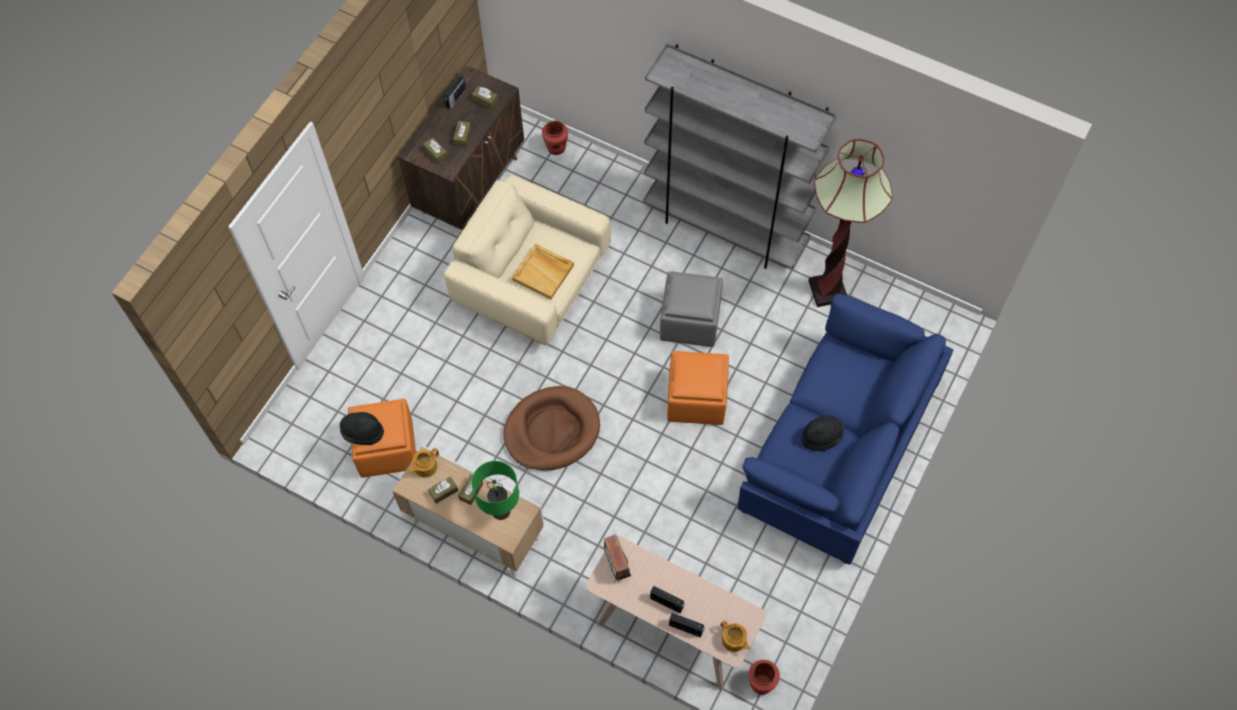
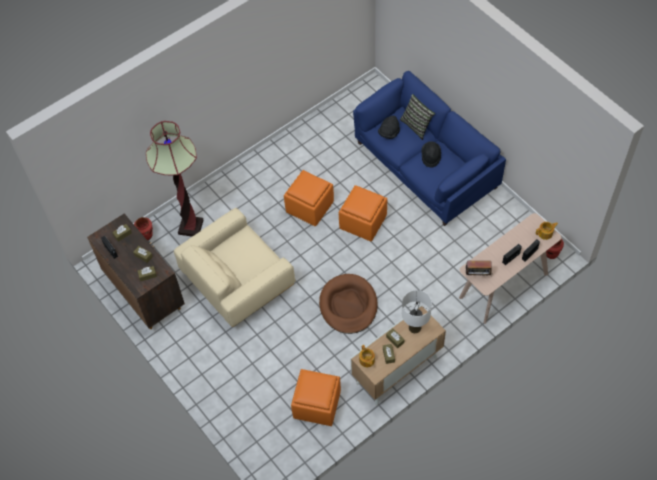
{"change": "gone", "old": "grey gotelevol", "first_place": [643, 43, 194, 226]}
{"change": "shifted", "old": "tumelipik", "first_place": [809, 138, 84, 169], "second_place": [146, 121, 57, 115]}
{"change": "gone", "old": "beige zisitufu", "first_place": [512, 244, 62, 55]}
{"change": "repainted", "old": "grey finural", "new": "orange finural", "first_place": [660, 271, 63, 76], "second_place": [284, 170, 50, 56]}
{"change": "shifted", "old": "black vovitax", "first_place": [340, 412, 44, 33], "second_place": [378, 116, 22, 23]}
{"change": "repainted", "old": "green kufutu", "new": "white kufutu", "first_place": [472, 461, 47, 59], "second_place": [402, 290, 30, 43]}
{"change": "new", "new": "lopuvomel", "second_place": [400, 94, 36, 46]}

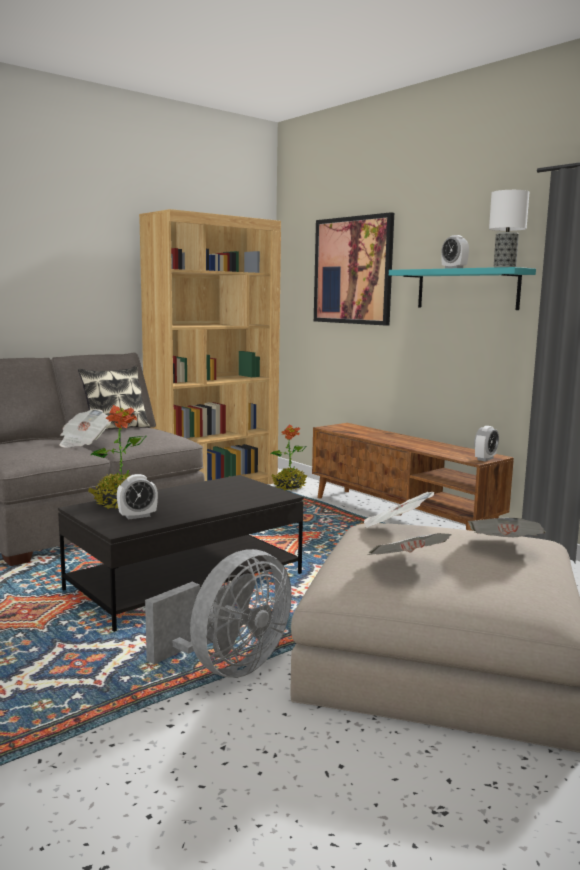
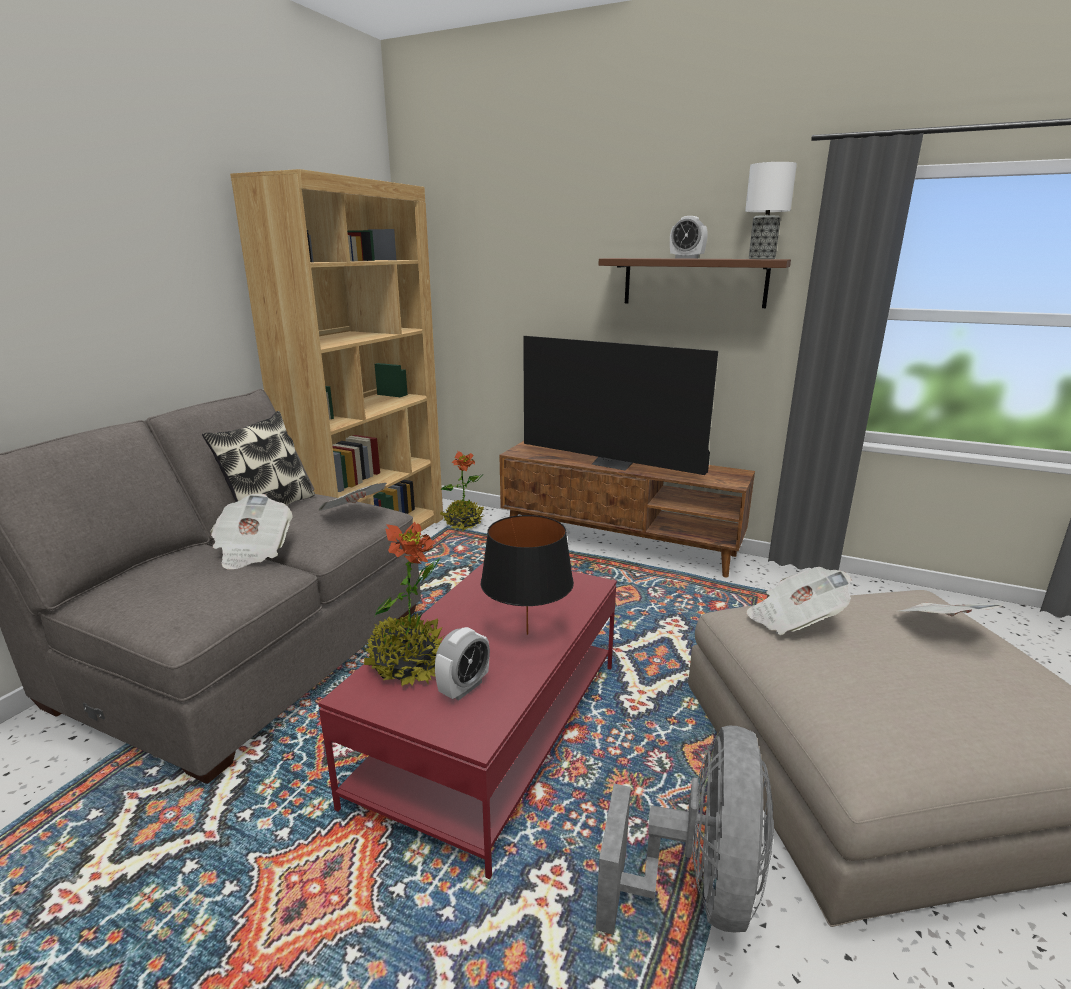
{"change": "gone", "old": "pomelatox", "first_place": [314, 212, 80, 114]}
{"change": "repainted", "old": "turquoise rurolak", "new": "brown rurolak", "first_place": [389, 267, 147, 43], "second_place": [599, 258, 192, 50]}
{"change": "gone", "old": "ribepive", "first_place": [474, 426, 25, 36]}
{"change": "repainted", "old": "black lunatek", "new": "red lunatek", "first_place": [58, 475, 246, 157], "second_place": [318, 562, 299, 317]}
{"change": "shifted", "old": "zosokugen", "first_place": [367, 533, 85, 22], "second_place": [318, 483, 69, 28]}
{"change": "new", "new": "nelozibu", "second_place": [523, 336, 195, 139]}
{"change": "new", "new": "black kufutu", "second_place": [480, 515, 94, 120]}

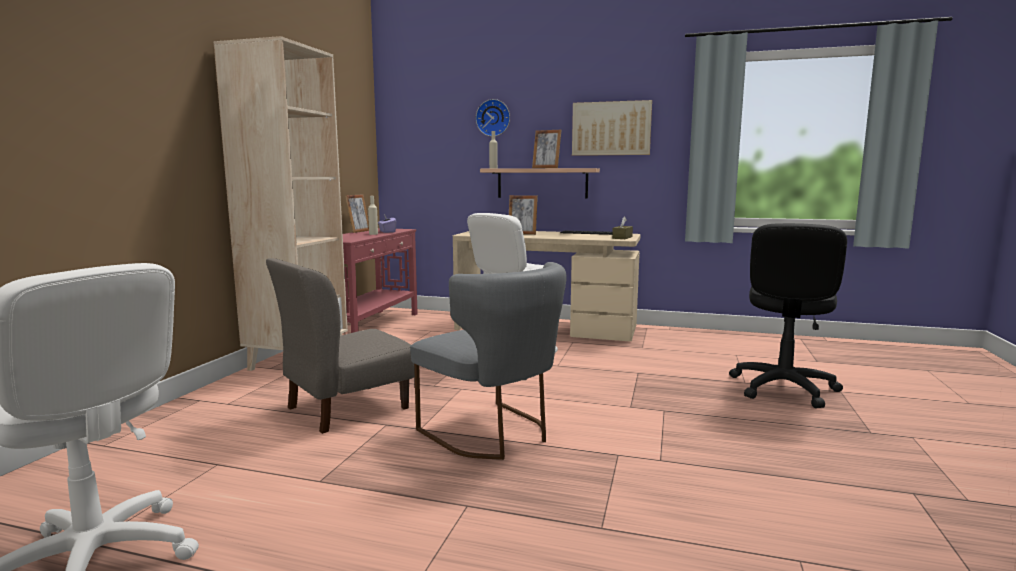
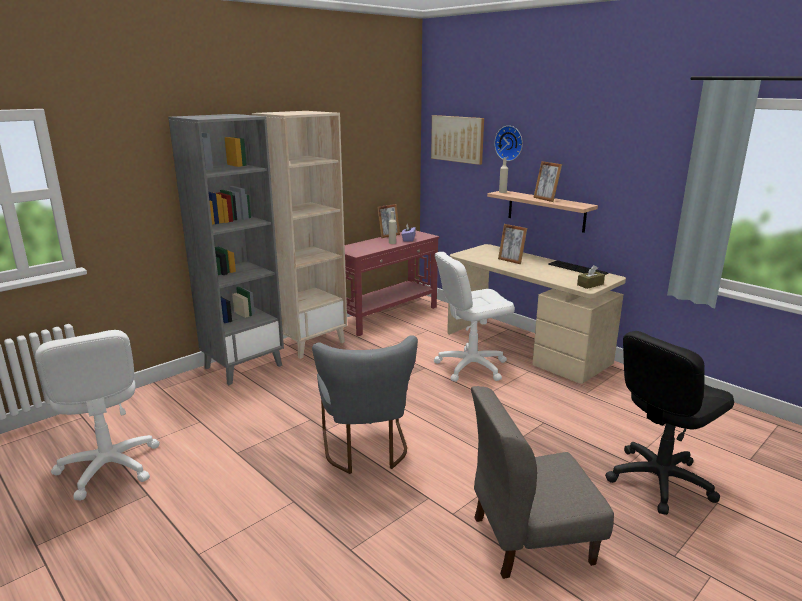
{"change": "shifted", "old": "pomelatox", "first_place": [572, 100, 80, 56], "second_place": [431, 115, 53, 50]}
{"change": "shifted", "old": "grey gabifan", "first_place": [266, 258, 149, 176], "second_place": [471, 386, 143, 193]}
{"change": "new", "new": "grey gotelevol", "second_place": [168, 114, 116, 271]}

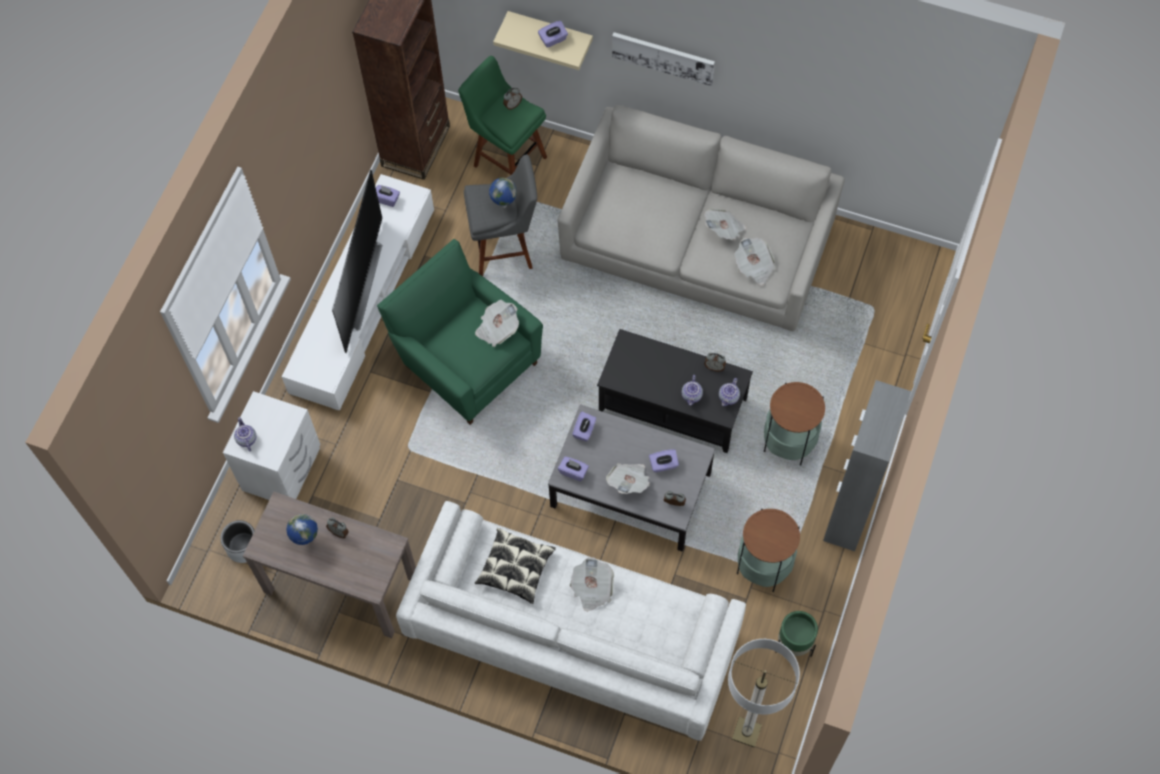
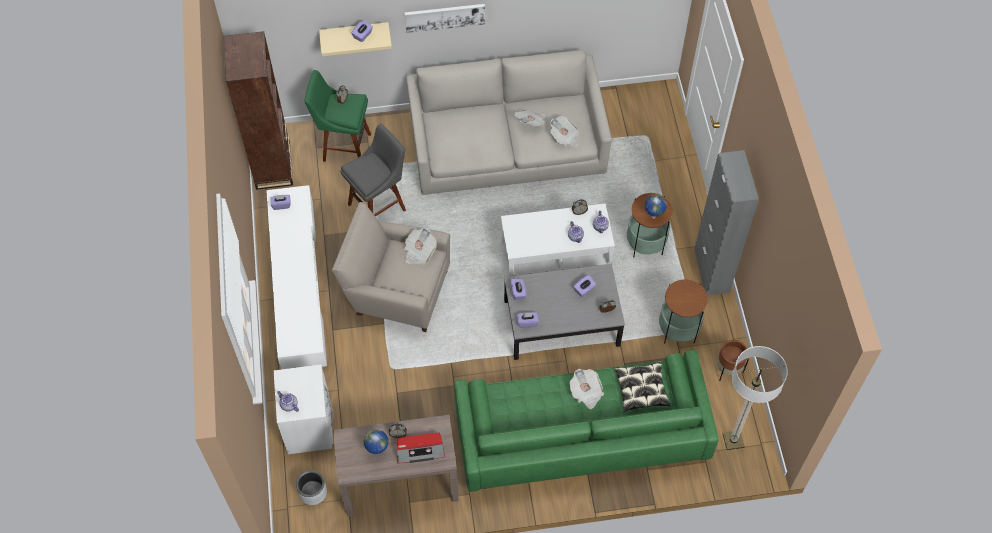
{"change": "gone", "old": "nelozibu", "first_place": [332, 170, 50, 183]}
{"change": "shifted", "old": "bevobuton", "first_place": [489, 178, 28, 30], "second_place": [645, 195, 22, 24]}
{"change": "repainted", "old": "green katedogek", "new": "beige katedogek", "first_place": [377, 239, 166, 186], "second_place": [332, 202, 118, 130]}
{"change": "repainted", "old": "black lunatek", "new": "white lunatek", "first_place": [597, 329, 156, 124], "second_place": [501, 204, 114, 72]}
{"change": "gone", "old": "zosokugen", "first_place": [606, 463, 44, 31]}
{"change": "repainted", "old": "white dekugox", "new": "green dekugox", "first_place": [396, 501, 350, 240], "second_place": [454, 350, 265, 142]}
{"change": "shifted", "old": "lopuvomel", "first_place": [475, 528, 81, 76], "second_place": [614, 362, 57, 50]}
{"change": "repainted", "old": "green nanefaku", "new": "brown nanefaku", "first_place": [775, 611, 43, 46], "second_place": [717, 340, 32, 41]}
{"change": "new", "new": "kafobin", "second_place": [397, 433, 48, 31]}

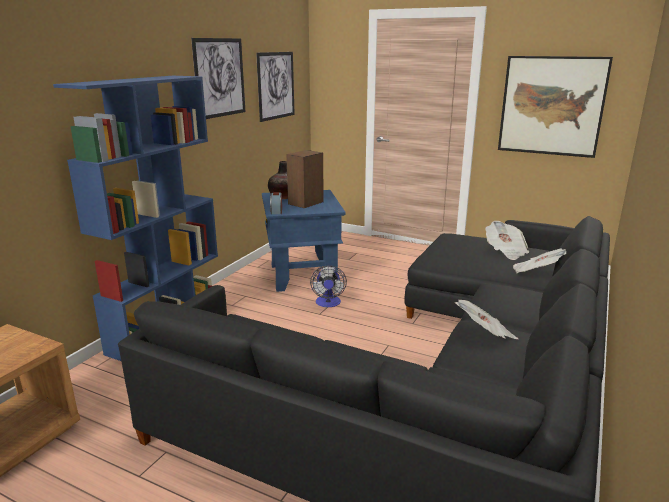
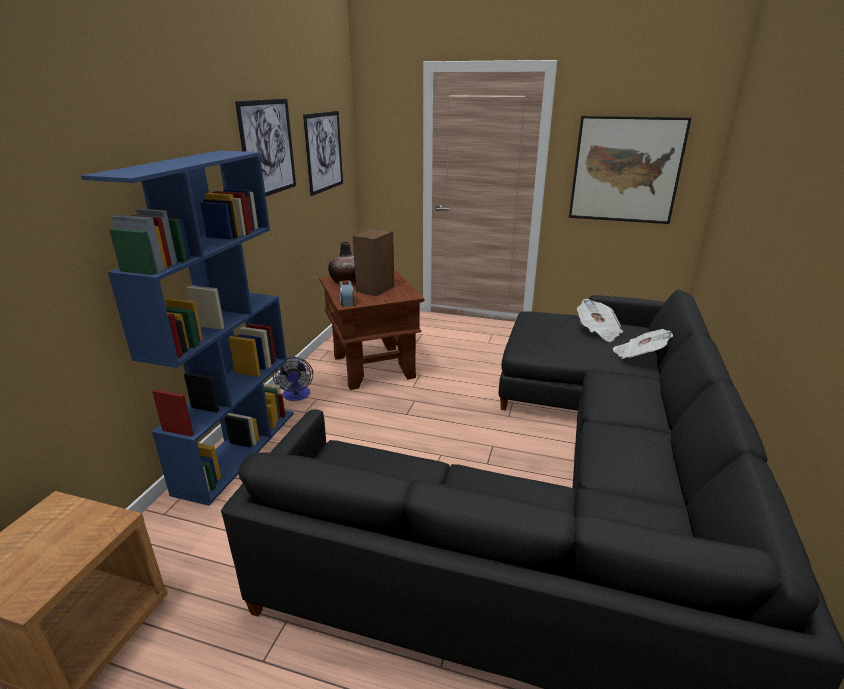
{"change": "repainted", "old": "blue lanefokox", "new": "brown lanefokox", "first_place": [262, 190, 84, 102], "second_place": [319, 269, 105, 121]}
{"change": "shifted", "old": "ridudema", "first_place": [310, 266, 37, 41], "second_place": [273, 356, 40, 45]}
{"change": "gone", "old": "zosokugen", "first_place": [455, 300, 63, 39]}

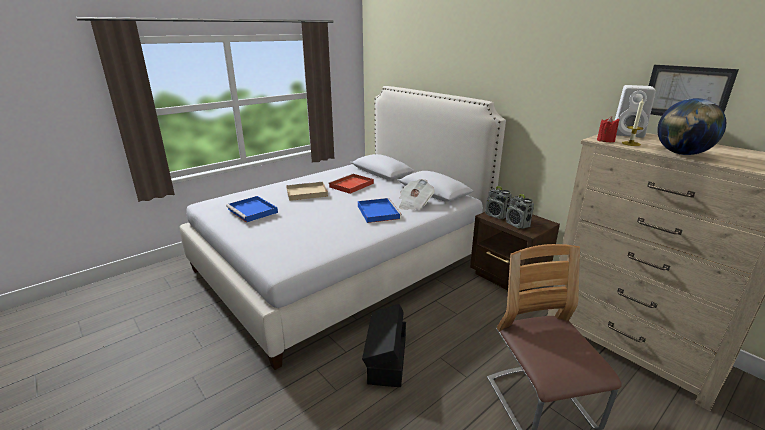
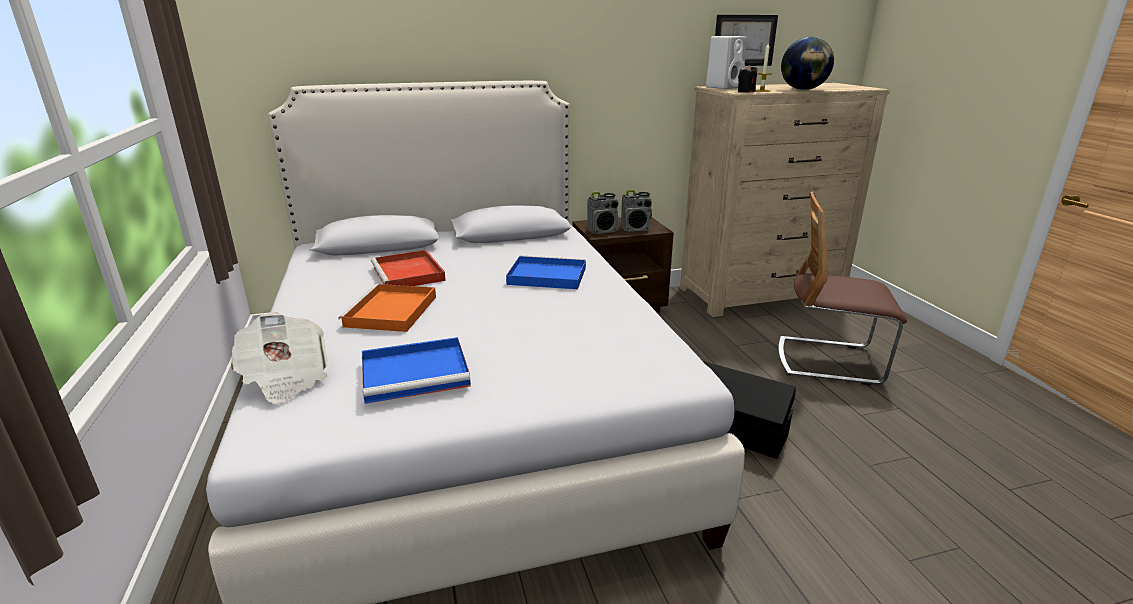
{"change": "repainted", "old": "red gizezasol", "new": "black gizezasol", "first_place": [597, 116, 22, 26], "second_place": [738, 65, 19, 28]}
{"change": "shifted", "old": "zosokugen", "first_place": [399, 179, 35, 31], "second_place": [230, 313, 98, 91]}
{"change": "repainted", "old": "beige zisitufu", "new": "orange zisitufu", "first_place": [286, 182, 42, 19], "second_place": [339, 284, 97, 48]}

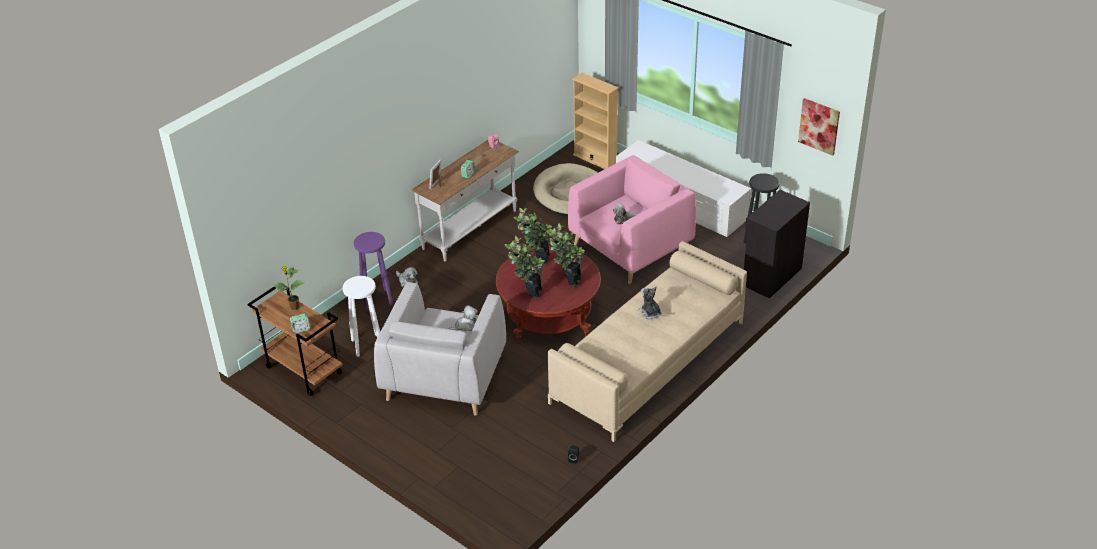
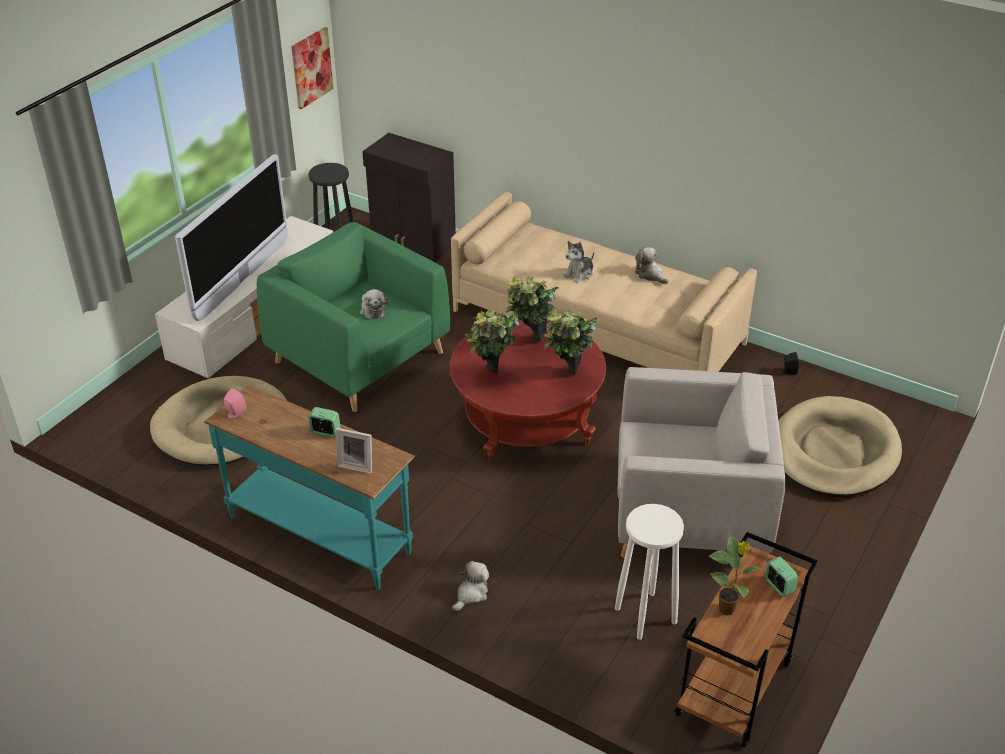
{"change": "gone", "old": "beige gotelevol", "first_place": [572, 73, 47, 96]}
{"change": "repainted", "old": "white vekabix", "new": "turquoise vekabix", "first_place": [412, 140, 107, 121], "second_place": [204, 385, 211, 205]}
{"change": "repainted", "old": "pink katedogek", "new": "green katedogek", "first_place": [568, 155, 128, 129], "second_place": [257, 222, 193, 190]}
{"change": "gone", "old": "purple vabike", "first_place": [354, 232, 39, 78]}
{"change": "shifted", "old": "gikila", "first_place": [449, 305, 29, 26], "second_place": [635, 247, 33, 37]}
{"change": "new", "new": "nelozibu", "second_place": [175, 154, 113, 167]}
{"change": "new", "new": "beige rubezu", "second_place": [779, 396, 123, 101]}

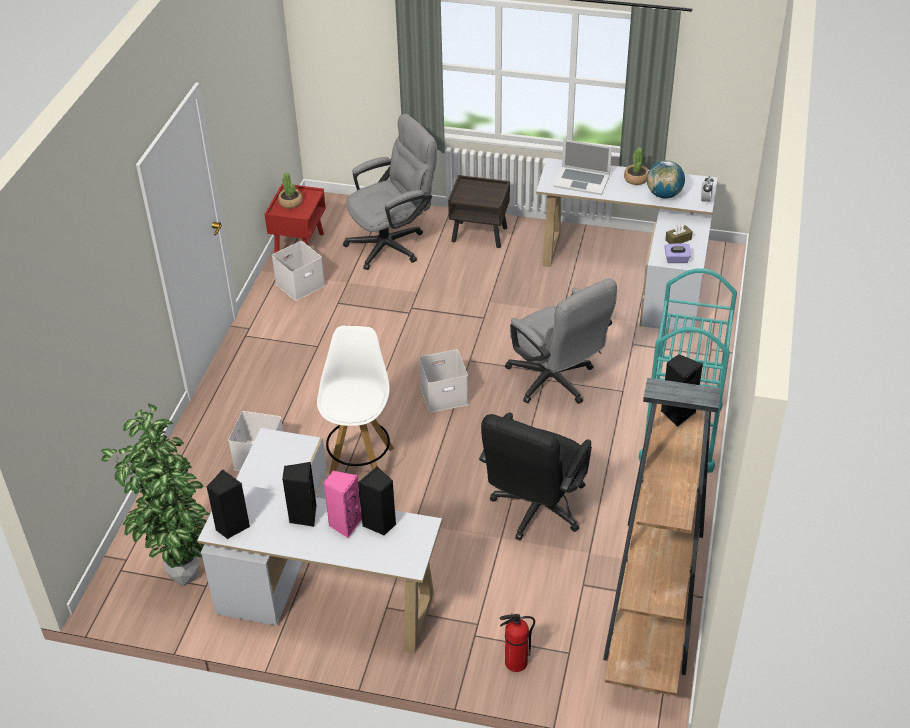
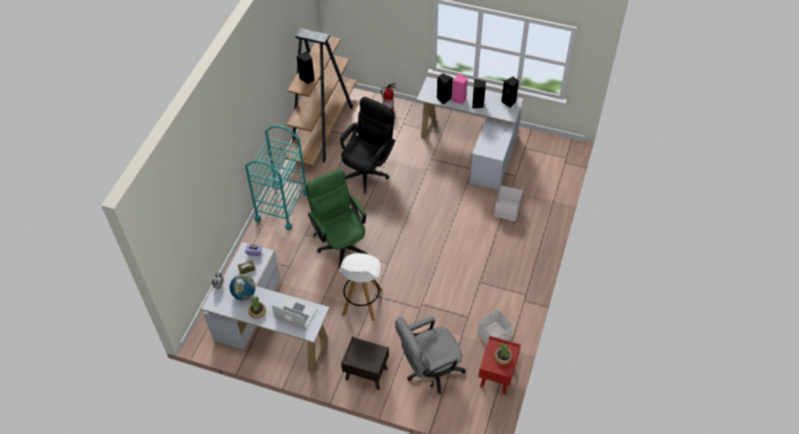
{"change": "repainted", "old": "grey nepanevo", "new": "green nepanevo", "first_place": [505, 279, 112, 125], "second_place": [306, 169, 61, 101]}
{"change": "shifted", "old": "white vabike", "first_place": [317, 325, 77, 150], "second_place": [339, 253, 44, 68]}
{"change": "gone", "old": "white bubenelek", "first_place": [419, 349, 49, 64]}
{"change": "gone", "old": "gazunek", "first_place": [101, 404, 109, 182]}

